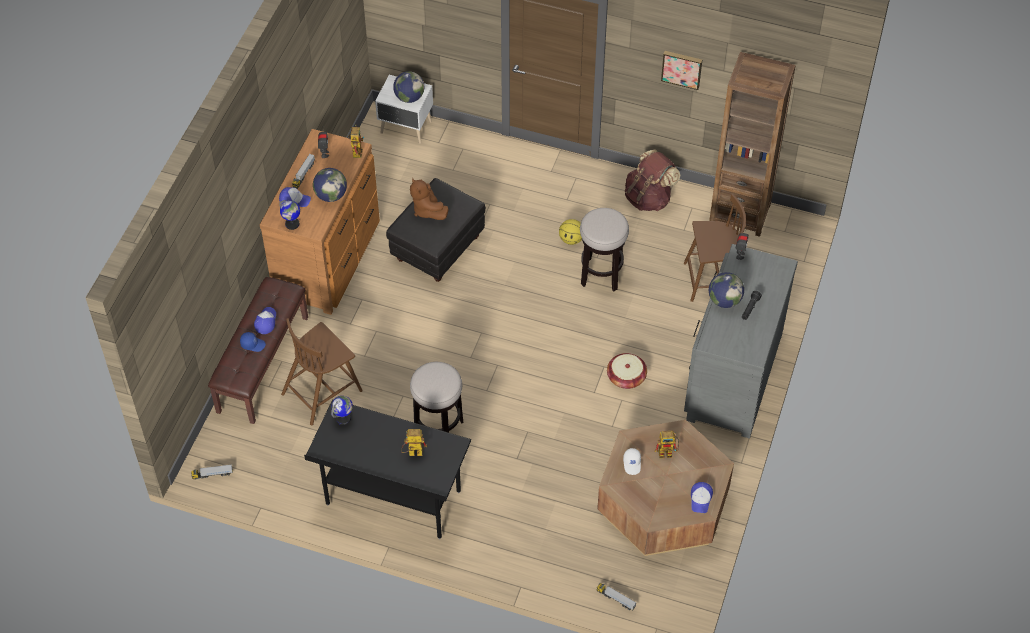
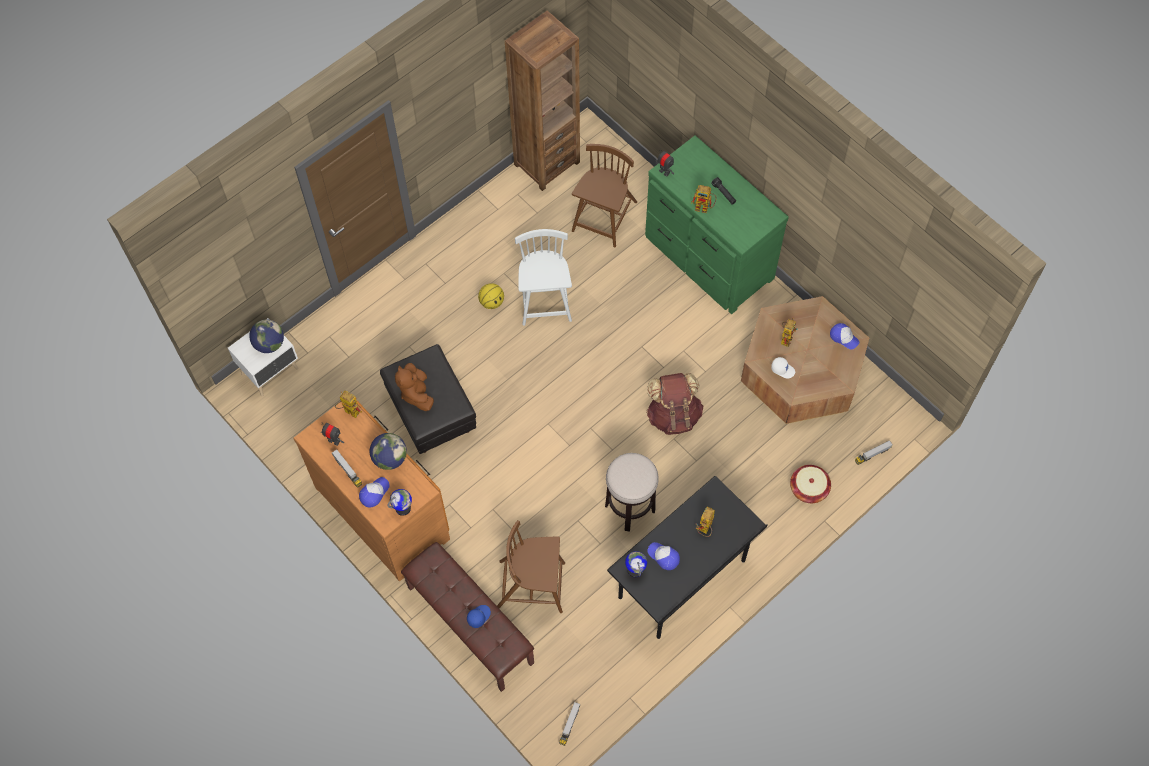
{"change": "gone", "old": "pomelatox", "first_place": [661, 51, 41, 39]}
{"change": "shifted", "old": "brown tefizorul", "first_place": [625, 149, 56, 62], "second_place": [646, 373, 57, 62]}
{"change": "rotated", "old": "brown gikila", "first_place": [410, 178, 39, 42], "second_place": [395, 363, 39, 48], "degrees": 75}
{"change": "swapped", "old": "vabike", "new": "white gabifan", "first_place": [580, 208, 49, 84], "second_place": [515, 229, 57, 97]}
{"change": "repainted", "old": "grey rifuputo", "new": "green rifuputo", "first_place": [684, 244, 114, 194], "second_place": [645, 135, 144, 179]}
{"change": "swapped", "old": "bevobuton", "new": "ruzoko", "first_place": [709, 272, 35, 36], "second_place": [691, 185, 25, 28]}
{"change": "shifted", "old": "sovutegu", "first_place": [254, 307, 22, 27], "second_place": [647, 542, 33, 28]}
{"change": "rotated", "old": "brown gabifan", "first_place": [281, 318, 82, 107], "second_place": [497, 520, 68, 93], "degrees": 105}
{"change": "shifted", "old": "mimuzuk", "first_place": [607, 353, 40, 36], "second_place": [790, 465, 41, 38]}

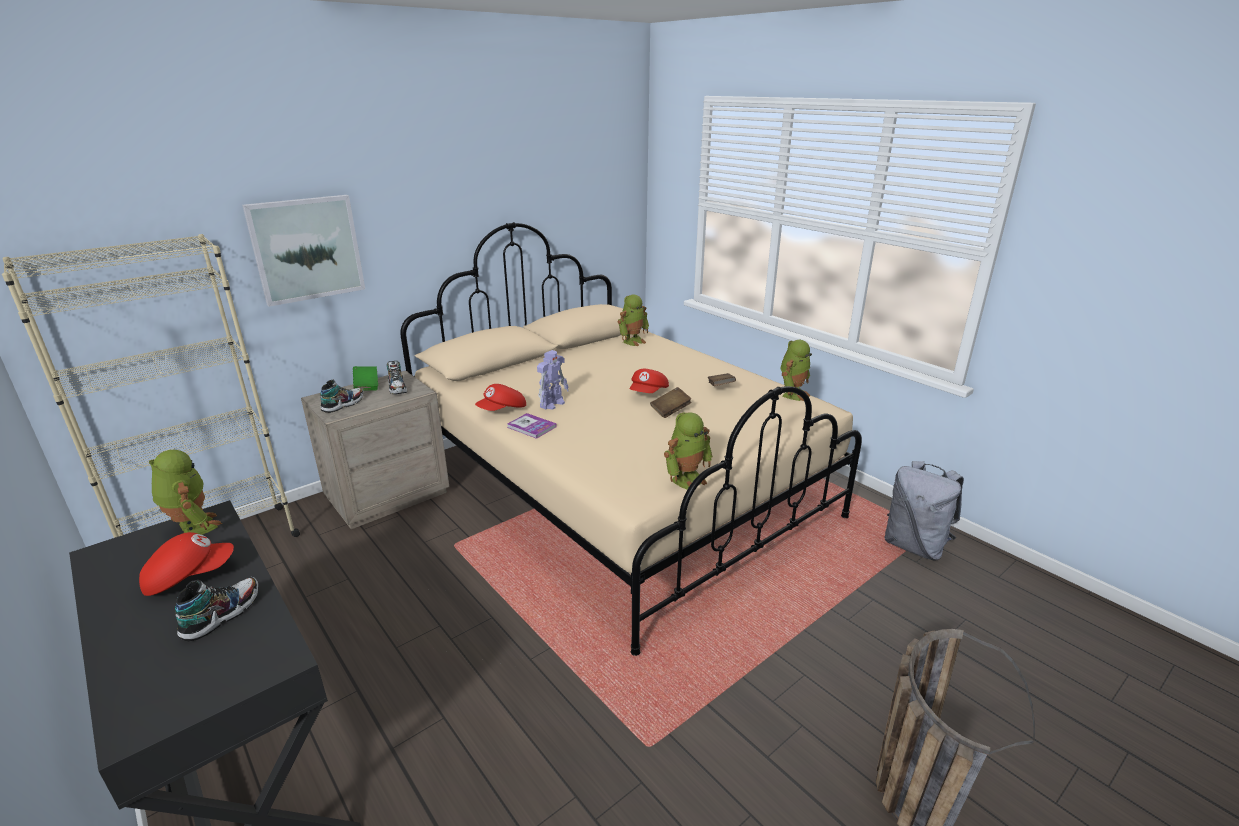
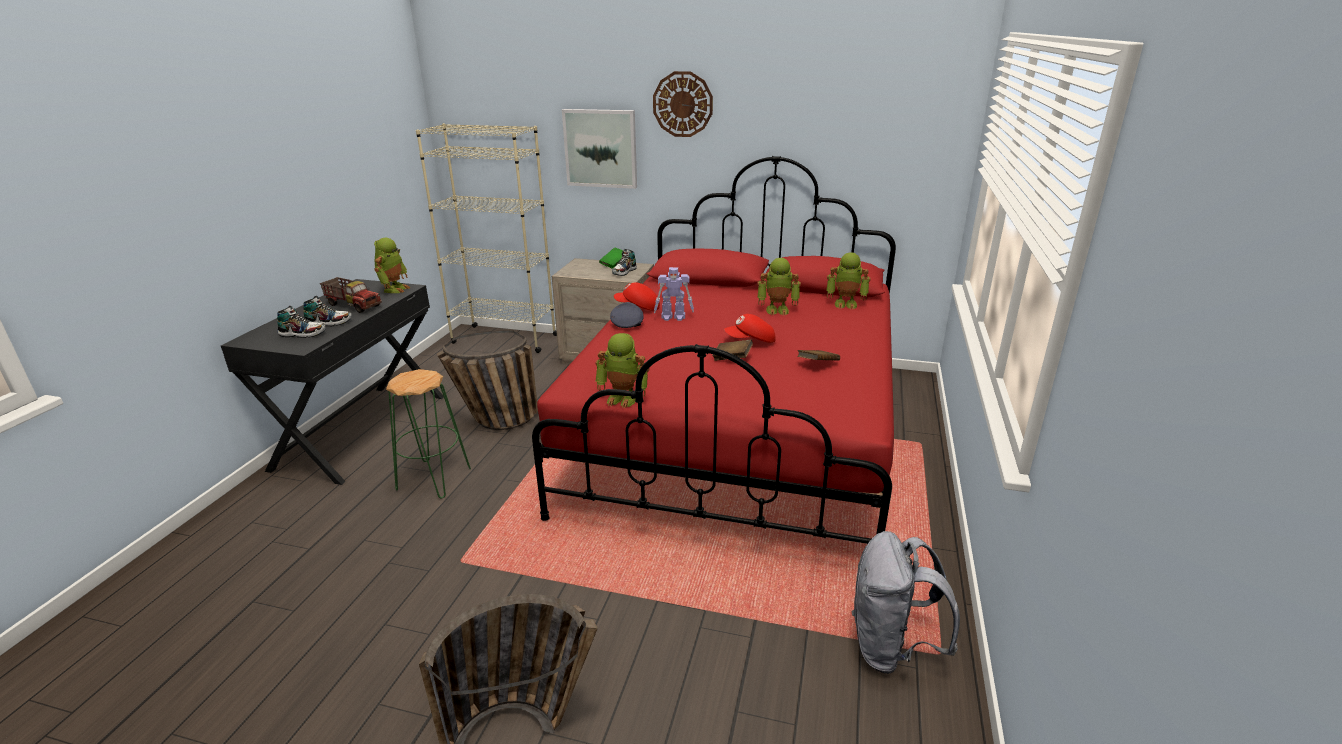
{"change": "repainted", "old": "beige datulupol", "new": "red datulupol", "first_place": [400, 222, 462, 434], "second_place": [532, 156, 364, 388]}
{"change": "shifted", "old": "ruzoko", "first_place": [781, 340, 31, 61], "second_place": [757, 258, 44, 58]}
{"change": "shifted", "old": "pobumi", "first_place": [320, 380, 43, 33], "second_place": [277, 305, 49, 33]}
{"change": "swapped", "old": "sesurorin", "new": "grey sovutegu", "first_place": [507, 413, 50, 26], "second_place": [610, 302, 34, 26]}
{"change": "swapped", "old": "red sovutegu", "new": "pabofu", "first_place": [139, 532, 95, 64], "second_place": [320, 277, 62, 36]}
{"change": "new", "new": "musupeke", "second_place": [653, 71, 60, 66]}
{"change": "new", "new": "mimuzuk", "second_place": [437, 330, 101, 100]}
{"change": "new", "new": "green vabike", "second_place": [386, 369, 85, 130]}

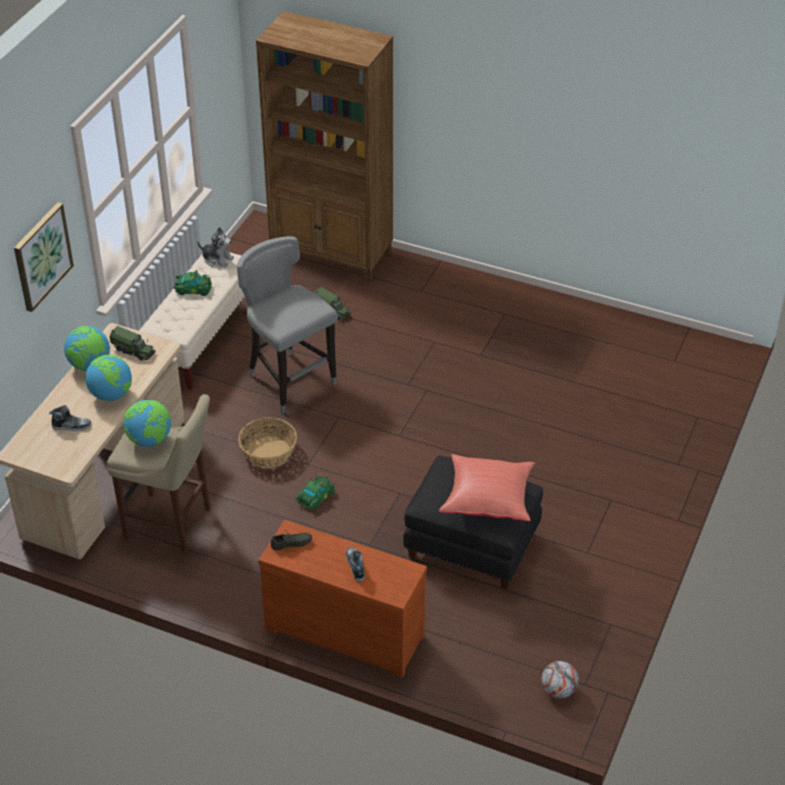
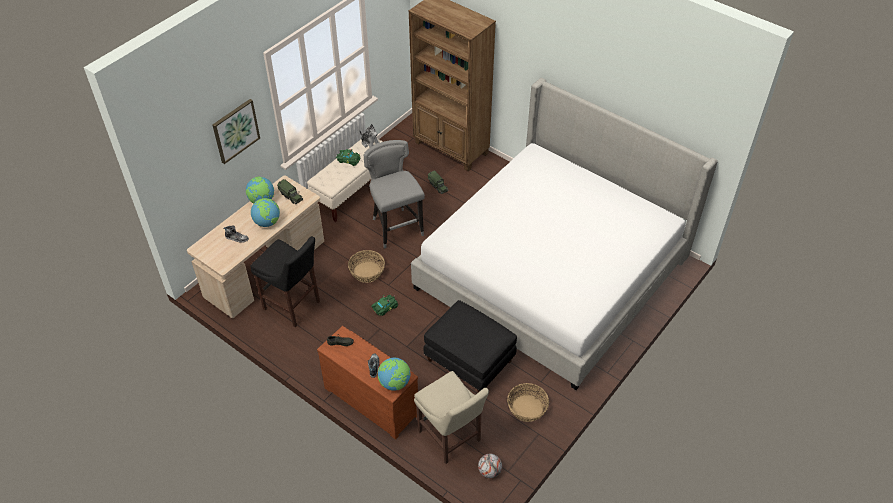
{"change": "repainted", "old": "beige vabike", "new": "black vabike", "first_place": [107, 394, 104, 159], "second_place": [250, 236, 70, 92]}
{"change": "shifted", "old": "bevobuton", "first_place": [124, 400, 47, 47], "second_place": [378, 358, 32, 33]}
{"change": "gone", "old": "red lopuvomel", "first_place": [439, 454, 96, 67]}
{"change": "new", "new": "datulupol", "second_place": [411, 78, 307, 312]}
{"change": "new", "new": "beige gabifan", "second_place": [414, 371, 75, 93]}
{"change": "new", "new": "mimuzuk", "second_place": [507, 383, 42, 39]}

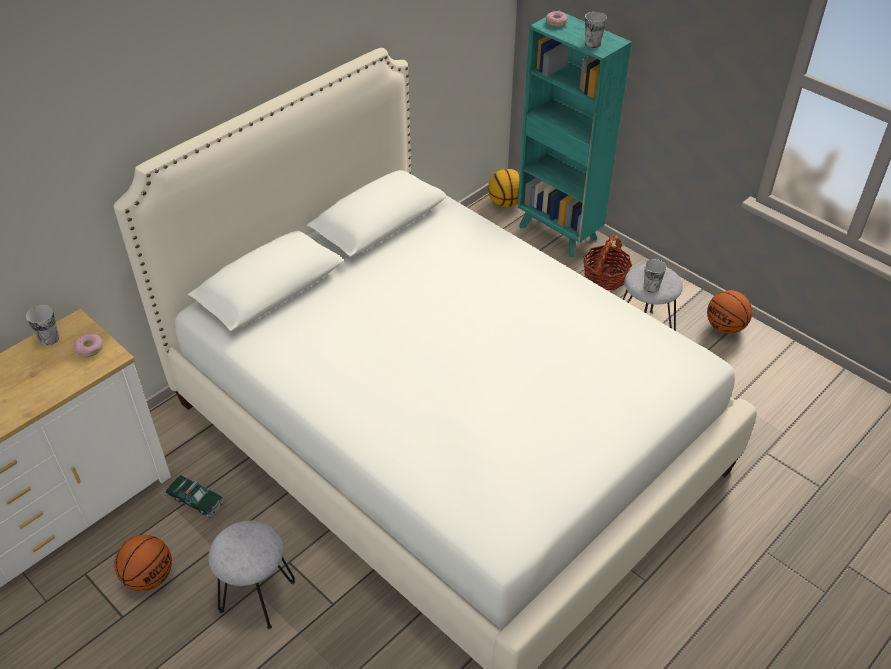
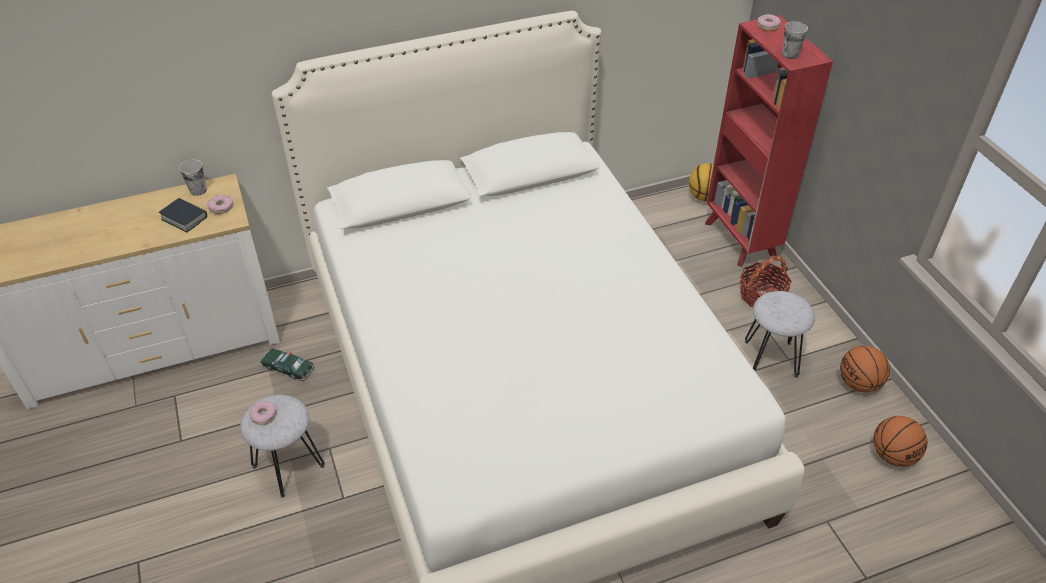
{"change": "repainted", "old": "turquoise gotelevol", "new": "red gotelevol", "first_place": [518, 10, 114, 247], "second_place": [705, 15, 128, 252]}
{"change": "gone", "old": "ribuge", "first_place": [644, 259, 22, 34]}
{"change": "rotated", "old": "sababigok", "first_place": [165, 475, 60, 42], "second_place": [260, 348, 55, 33], "degrees": 150}
{"change": "shifted", "old": "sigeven", "first_place": [114, 535, 58, 56], "second_place": [873, 416, 54, 51]}
{"change": "new", "new": "sesurorin", "second_place": [159, 198, 48, 35]}
{"change": "new", "new": "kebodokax", "second_place": [249, 401, 27, 24]}

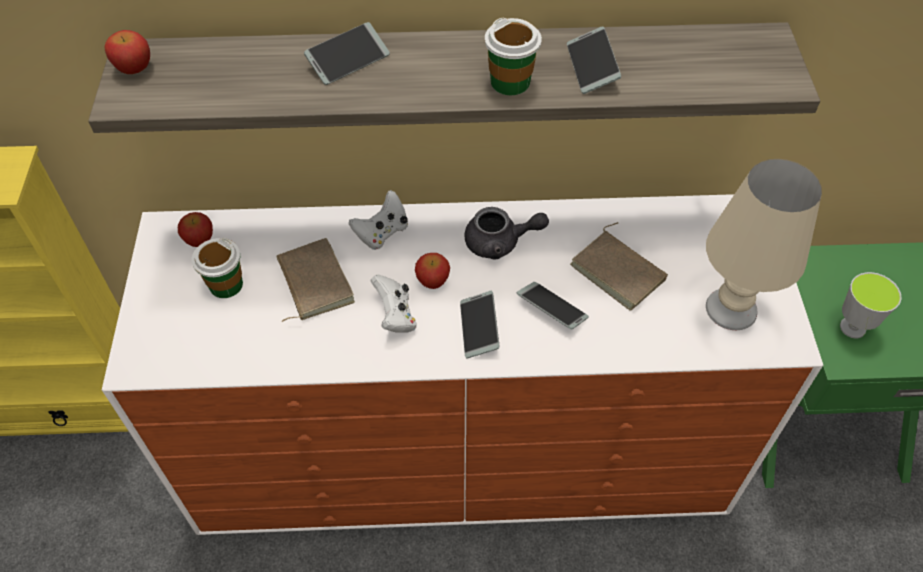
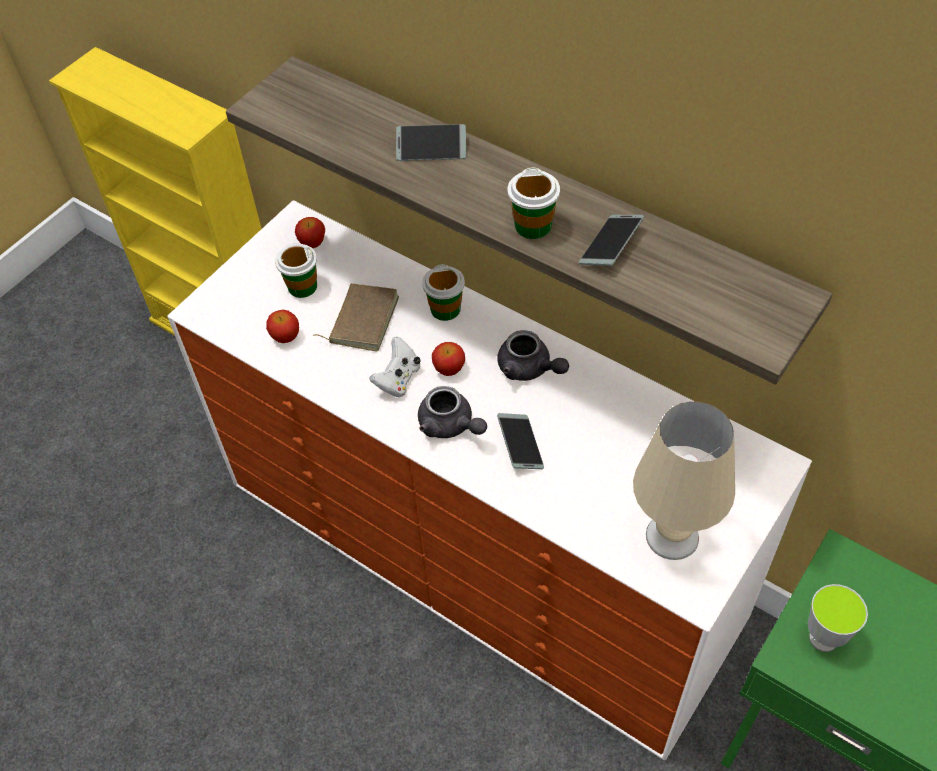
{"change": "shifted", "old": "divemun", "first_place": [105, 30, 45, 44], "second_place": [266, 310, 33, 33]}
{"change": "swapped", "old": "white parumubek", "new": "ribuge", "first_place": [349, 190, 59, 60], "second_place": [422, 264, 43, 57]}
{"change": "gone", "old": "brown sesurorin", "first_place": [570, 222, 98, 89]}
{"change": "swapped", "old": "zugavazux", "new": "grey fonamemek", "first_place": [460, 291, 39, 68], "second_place": [418, 386, 69, 52]}

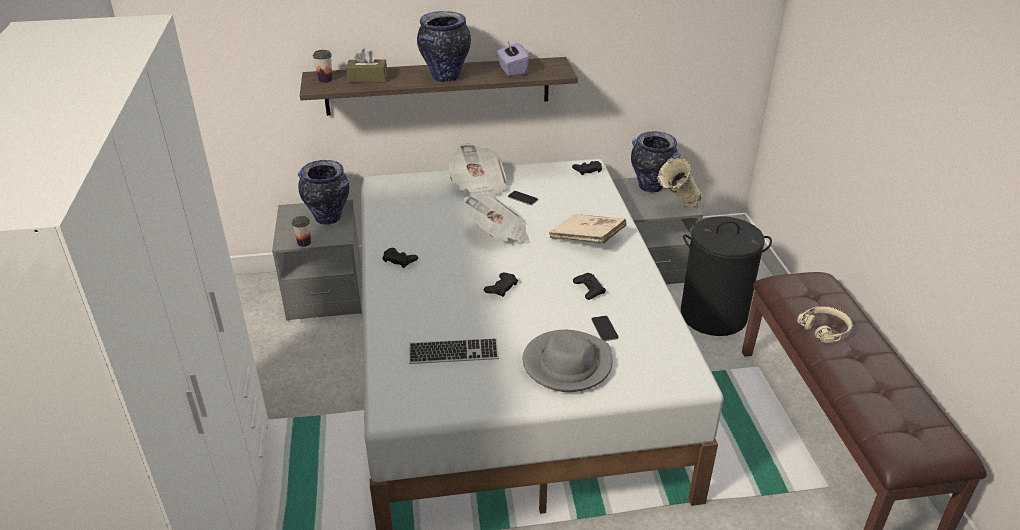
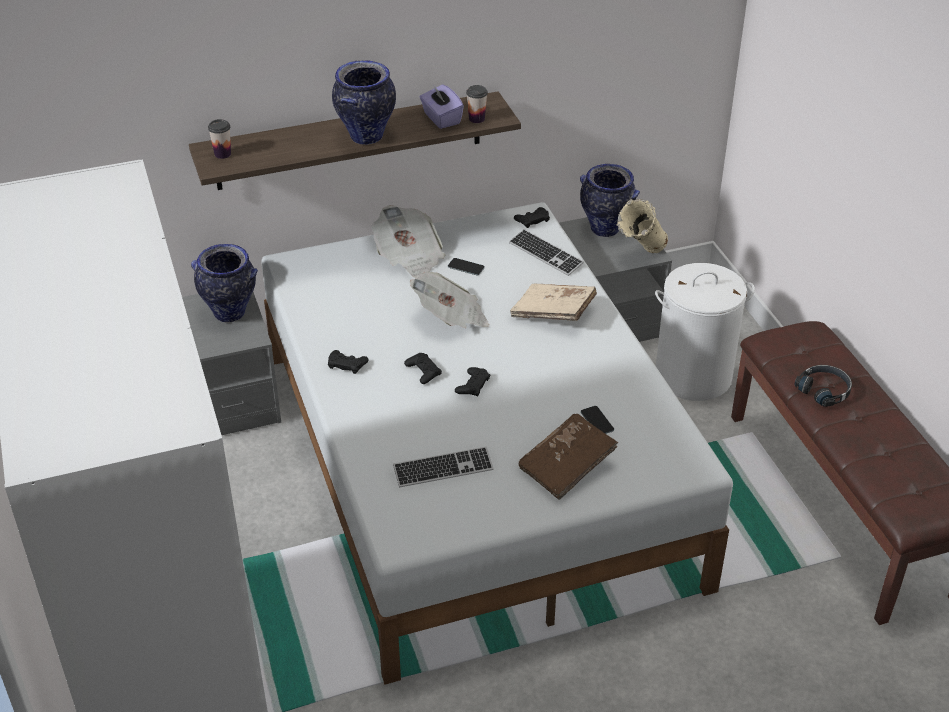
{"change": "gone", "old": "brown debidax", "first_place": [346, 48, 41, 35]}
{"change": "shifted", "old": "ribuge", "first_place": [292, 216, 19, 31], "second_place": [466, 85, 22, 38]}
{"change": "repainted", "old": "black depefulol", "new": "white depefulol", "first_place": [681, 216, 91, 120], "second_place": [655, 263, 100, 138]}
{"change": "shifted", "old": "black parumubek", "first_place": [573, 273, 33, 27], "second_place": [404, 353, 38, 31]}
{"change": "repainted", "old": "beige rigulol", "new": "black rigulol", "first_place": [797, 306, 56, 37], "second_place": [794, 365, 58, 42]}
{"change": "swapped", "old": "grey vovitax", "new": "brown sesurorin", "first_place": [523, 330, 90, 62], "second_place": [519, 414, 99, 86]}
{"change": "new", "new": "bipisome", "second_place": [509, 229, 75, 47]}

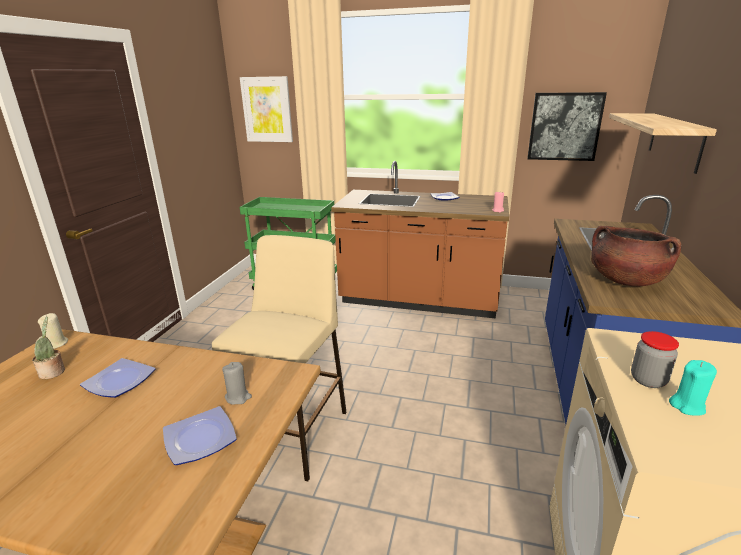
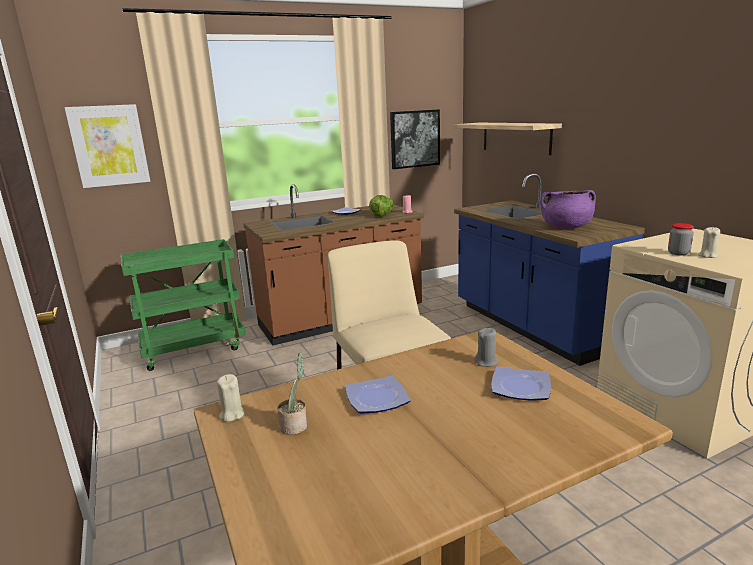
{"change": "repainted", "old": "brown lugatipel", "new": "purple lugatipel", "first_place": [591, 226, 90, 60], "second_place": [540, 190, 56, 39]}
{"change": "repainted", "old": "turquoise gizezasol", "new": "beige gizezasol", "first_place": [669, 360, 48, 56], "second_place": [698, 227, 22, 31]}
{"change": "new", "new": "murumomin", "second_place": [369, 195, 24, 22]}

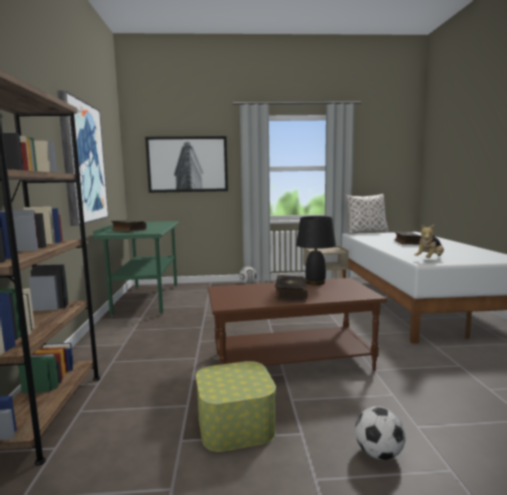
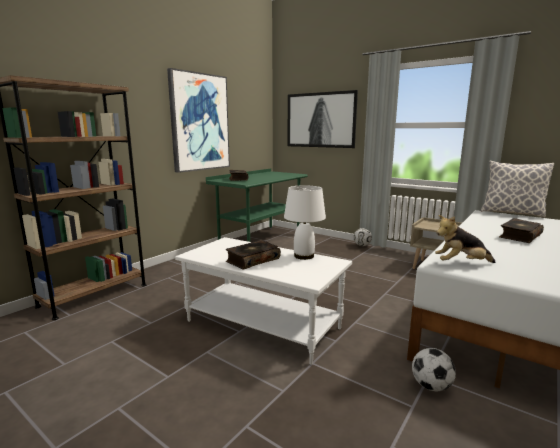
{"change": "repainted", "old": "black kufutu", "new": "white kufutu", "first_place": [296, 216, 40, 69], "second_place": [284, 185, 42, 75]}
{"change": "repainted", "old": "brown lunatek", "new": "white lunatek", "first_place": [208, 278, 179, 93], "second_place": [175, 237, 177, 128]}
{"change": "gone", "old": "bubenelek", "first_place": [196, 361, 80, 91]}
{"change": "shifted", "old": "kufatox", "first_place": [355, 406, 51, 54], "second_place": [412, 348, 44, 43]}

